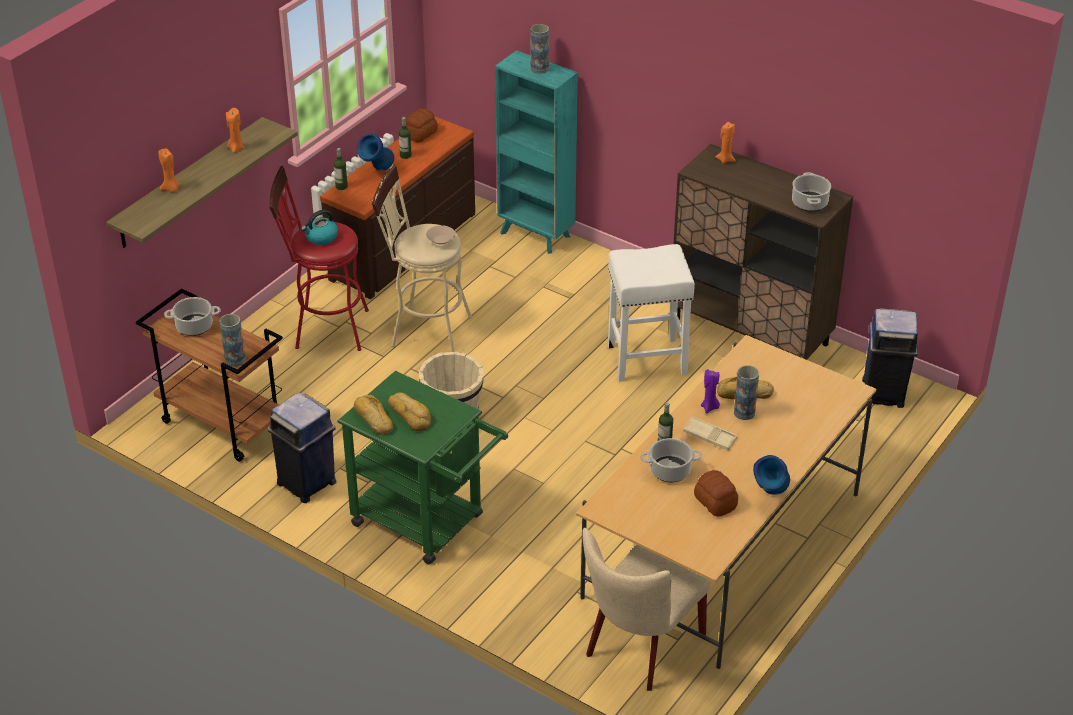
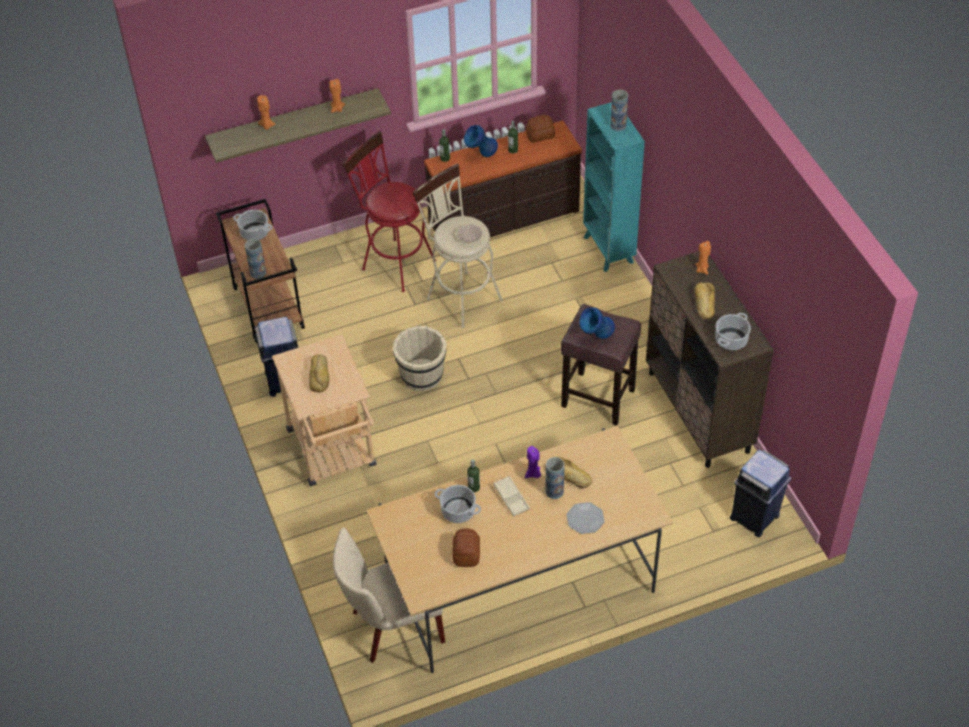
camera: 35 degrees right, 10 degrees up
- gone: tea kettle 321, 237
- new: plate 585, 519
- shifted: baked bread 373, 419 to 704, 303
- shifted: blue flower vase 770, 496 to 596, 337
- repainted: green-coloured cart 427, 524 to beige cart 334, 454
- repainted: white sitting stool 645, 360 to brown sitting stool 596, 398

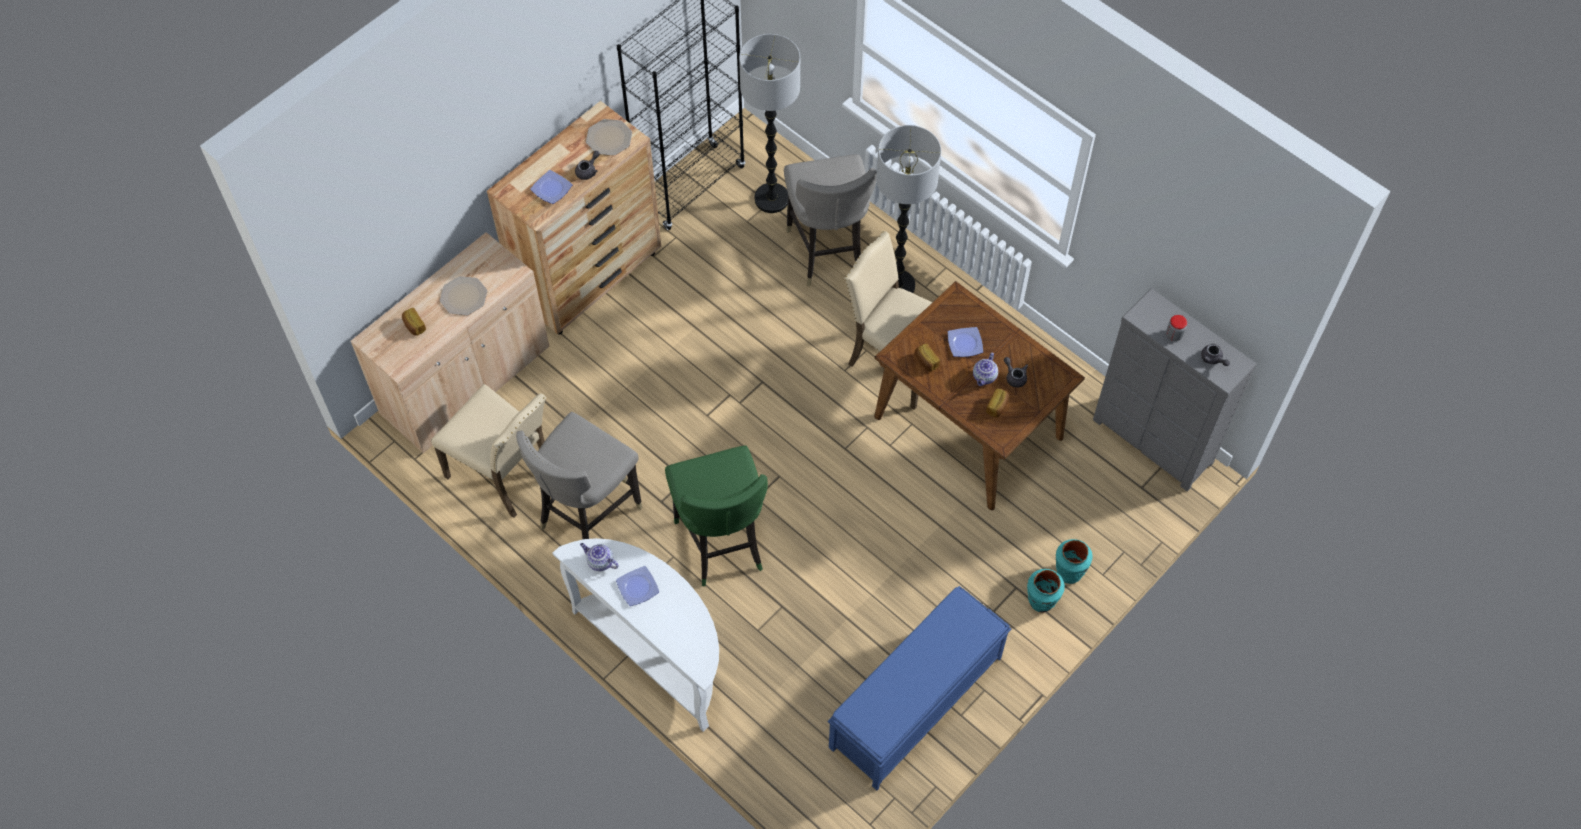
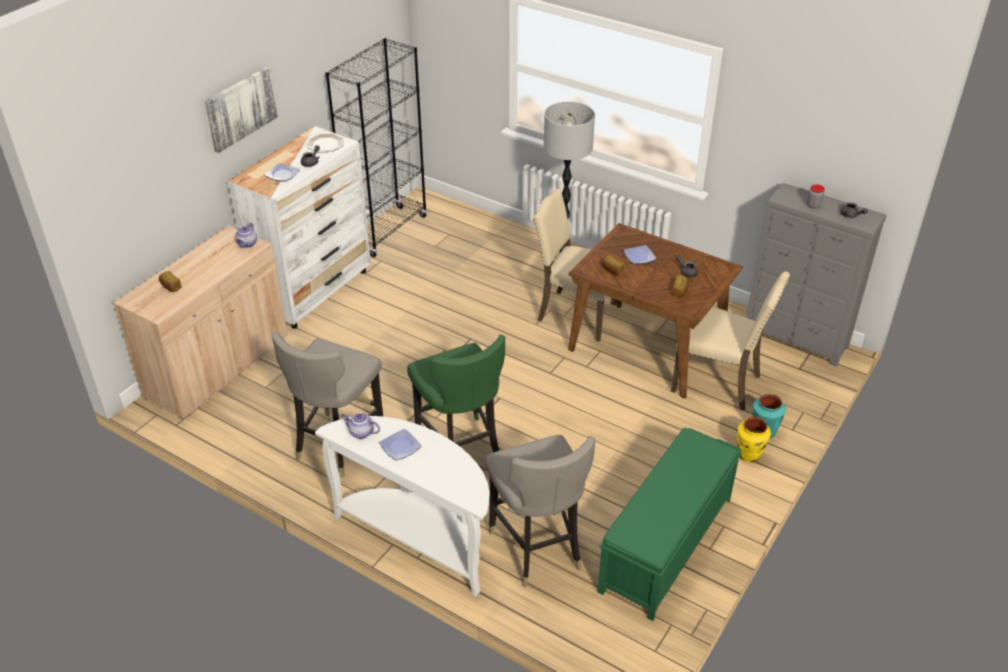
camera: 10 degrees left, 20 degrees down
- gone: plate 464, 296
- gone: standard lamp 772, 199
- new: wall art 240, 108
- shifted: beige chair 504, 473 to 718, 382
- shifted: greyish sitting stool 827, 253 to 537, 549
- shifted: teapot 984, 377 to 247, 244
- repainted: brown dresser 589, 277 to white dresser 315, 291
- repainted: blue indoor bench 915, 703 to green-coloured indoor bench 665, 545
- repainted: blue-green flower vase 1041, 601 to yellow-coloured flower vase 749, 455

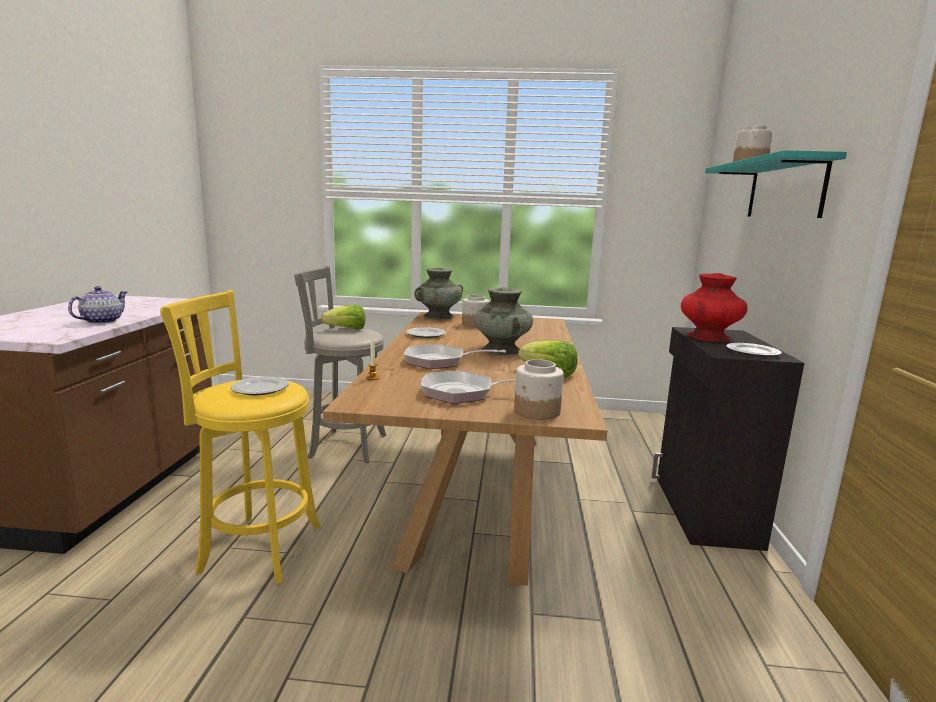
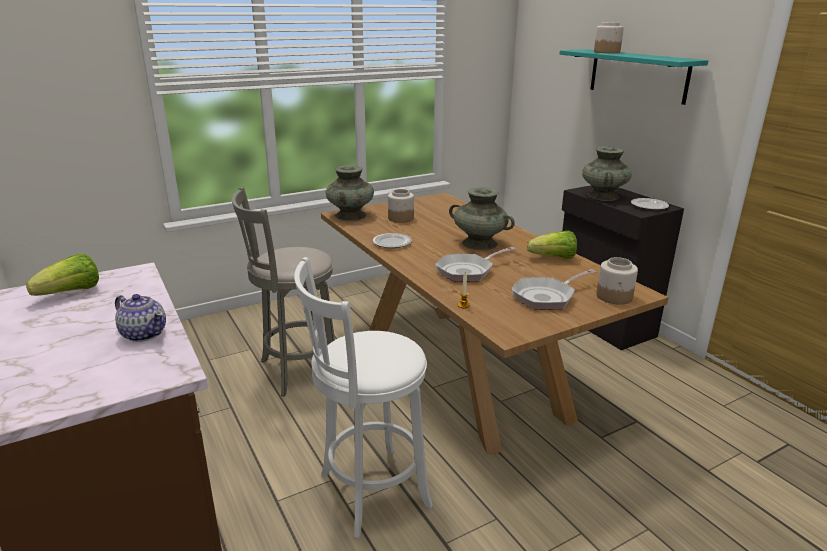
camera: 35 degrees left, 10 degrees up
- gone: plate 260, 389
- shifted: lettuce 346, 329 to 71, 293
- repainted: yellow-coloured sitting stool 255, 547 to white sitting stool 368, 492
- repainted: red-coloured flower vase 709, 337 to blue-green flower vase 603, 196
- rotated: teapot 101, 321 = 144, 333 135 degrees clockwise

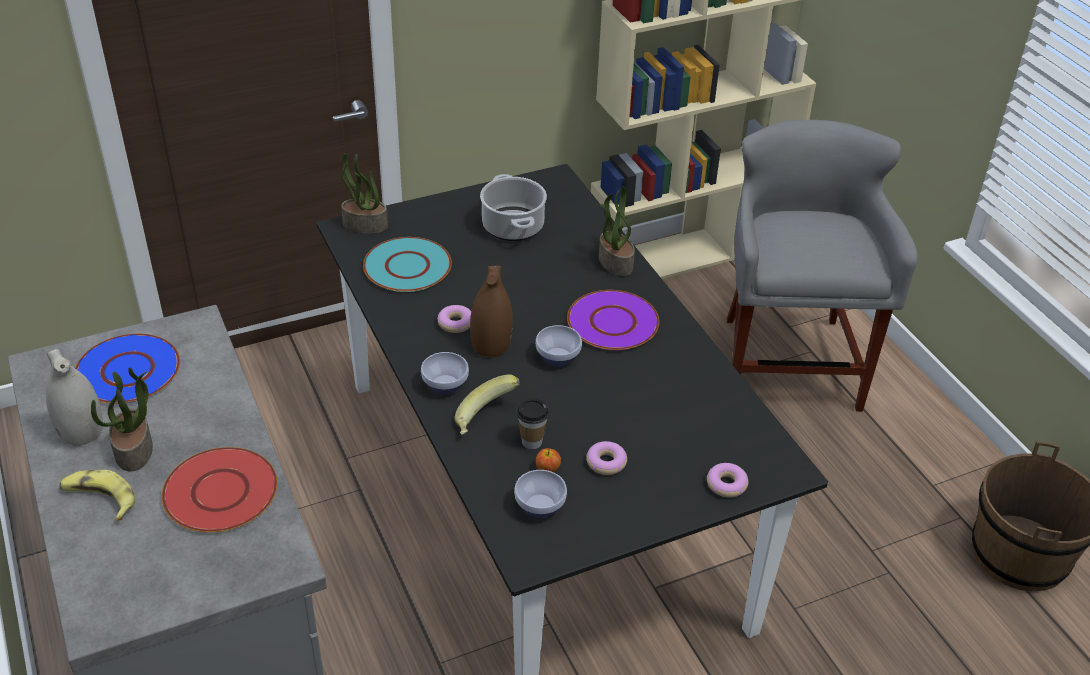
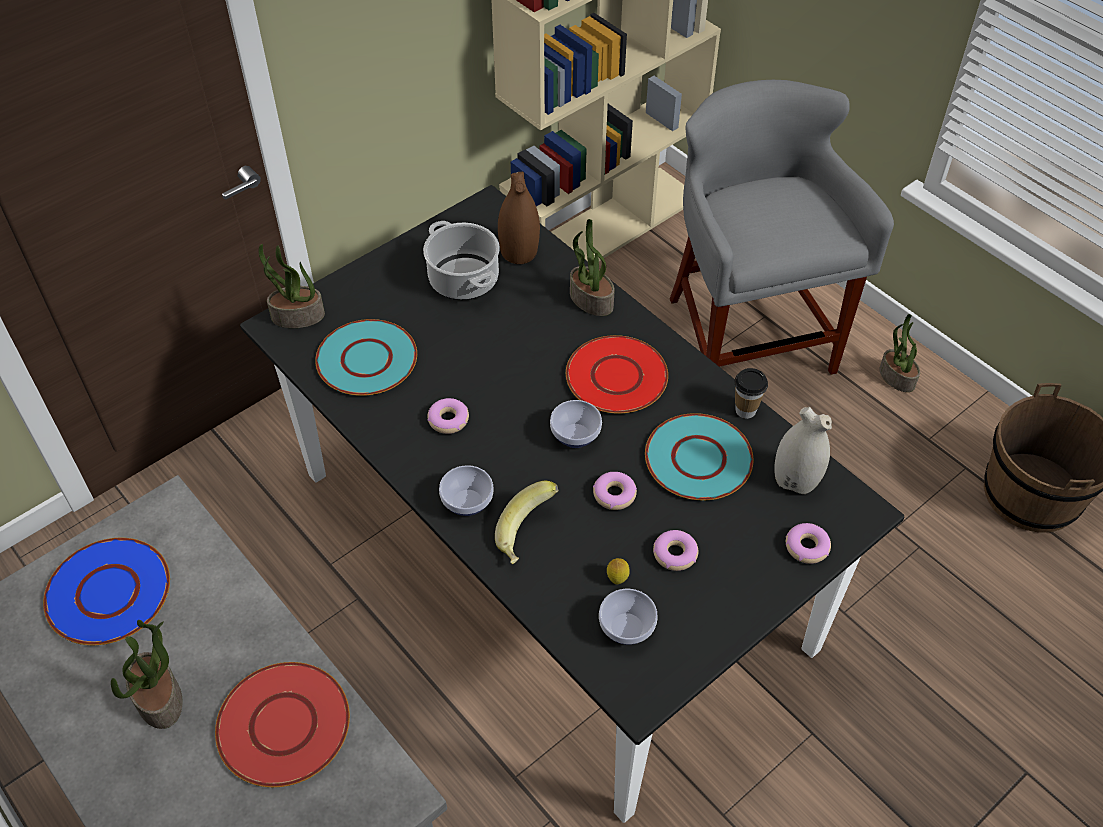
camera: 15 degrees left, 10 degrees up
- gone: whole banana 99, 499
- new: doughnut 614, 494
- new: blue-green plate 699, 459
- new: houseplant 896, 377
- shifted: white flower vase 81, 433 to 796, 479
- shifted: brown flower vase 491, 345 to 519, 251
- shifted: drinking cup 532, 442 to 745, 410
- swapped: apple fruit 547, 469 to lemon 617, 579
- repainted: purplish plate 613, 322 to red-coloured plate 617, 376

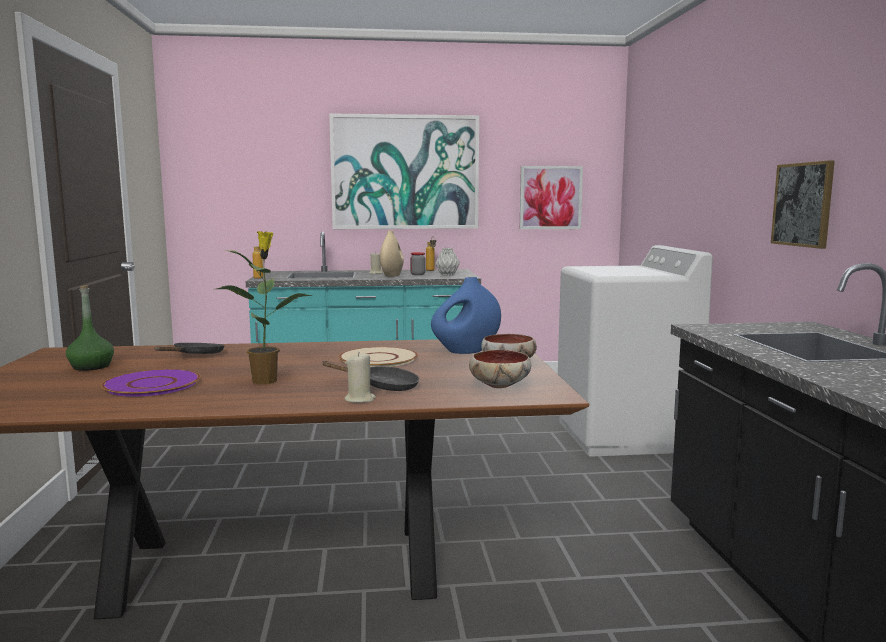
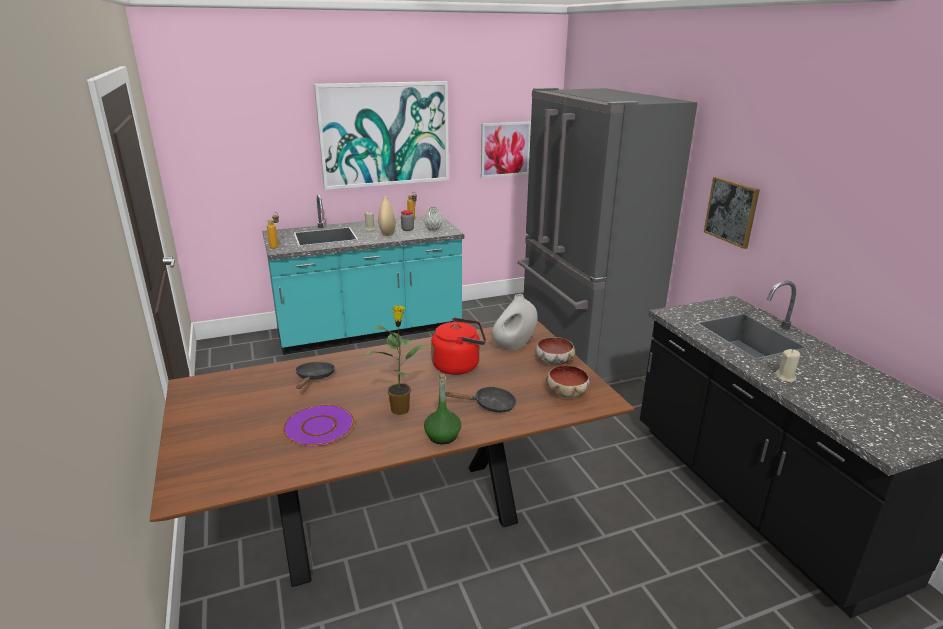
camera: 15 degrees left, 15 degrees up
- shifted: green-coloured drink bottle 91, 367 to 442, 436
- shifted: beige wax candle 360, 399 to 785, 377
- swapped: beige plate 378, 359 to red-coloured tea kettle 459, 365
- swapped: white laundry machine 624, 435 to greyish fridge 579, 350
- repainted: blue flower vase 466, 351 to white flower vase 514, 346

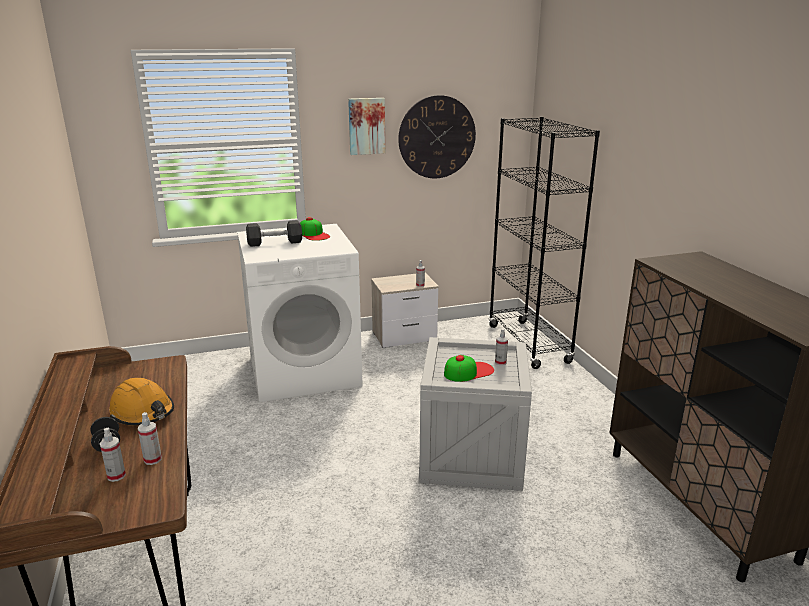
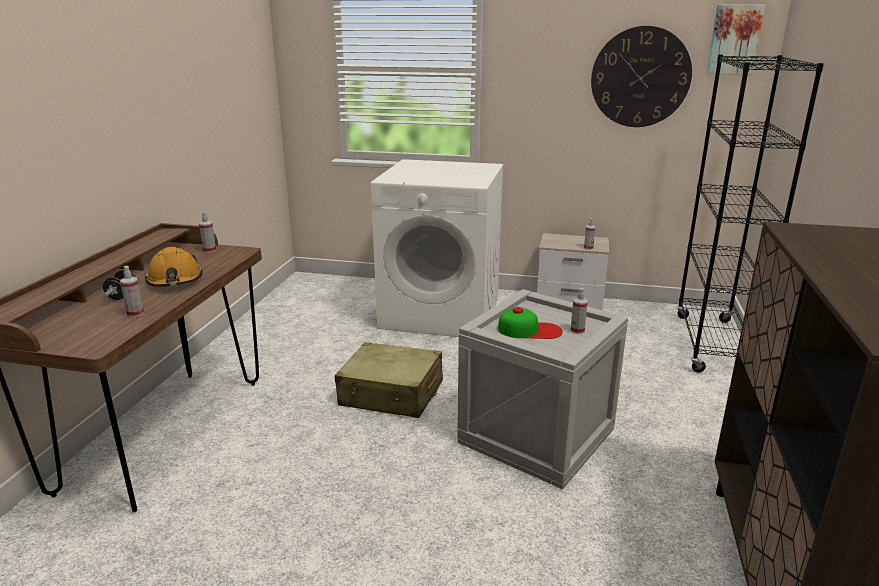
camera: 30 degrees right, 0 degrees up
- gone: greyish dumbbell 275, 243
- gone: cap 314, 234
- new: beige travel case 391, 394
- shifted: sprayer 116, 476 to 209, 250
- shifted: wall art 366, 126 to 734, 39

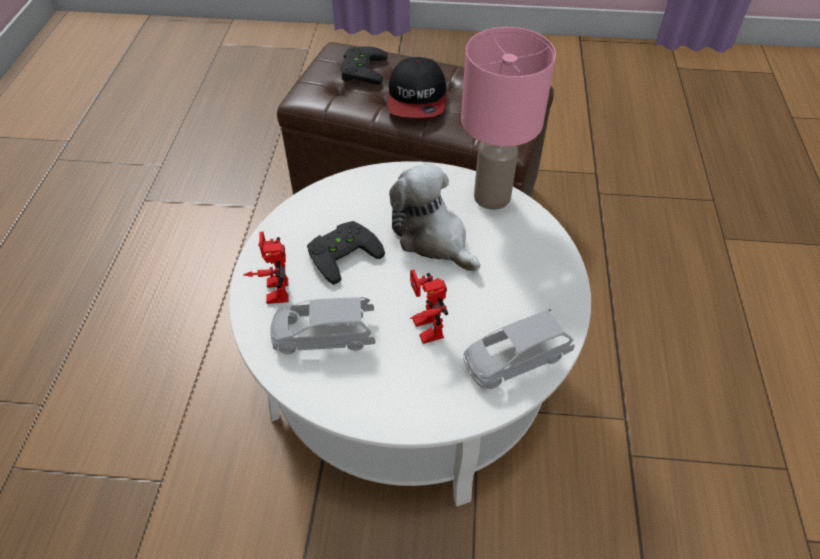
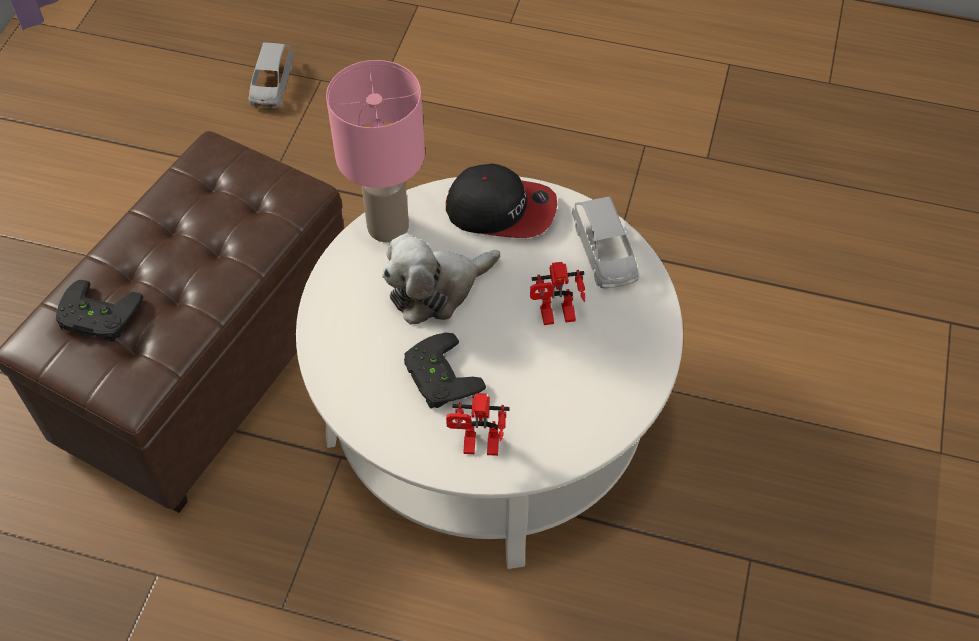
camera: 80 degrees left, 5 degrees up
- shifted: greyish miniature car 324, 335 to 272, 85
- shifted: cap 417, 99 to 501, 209

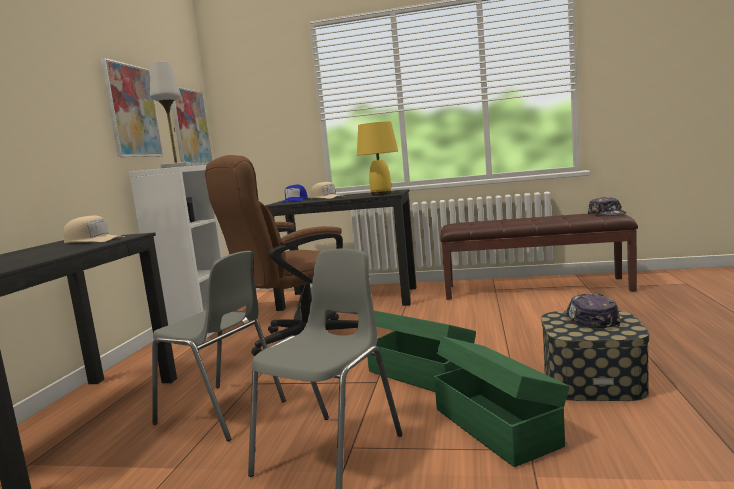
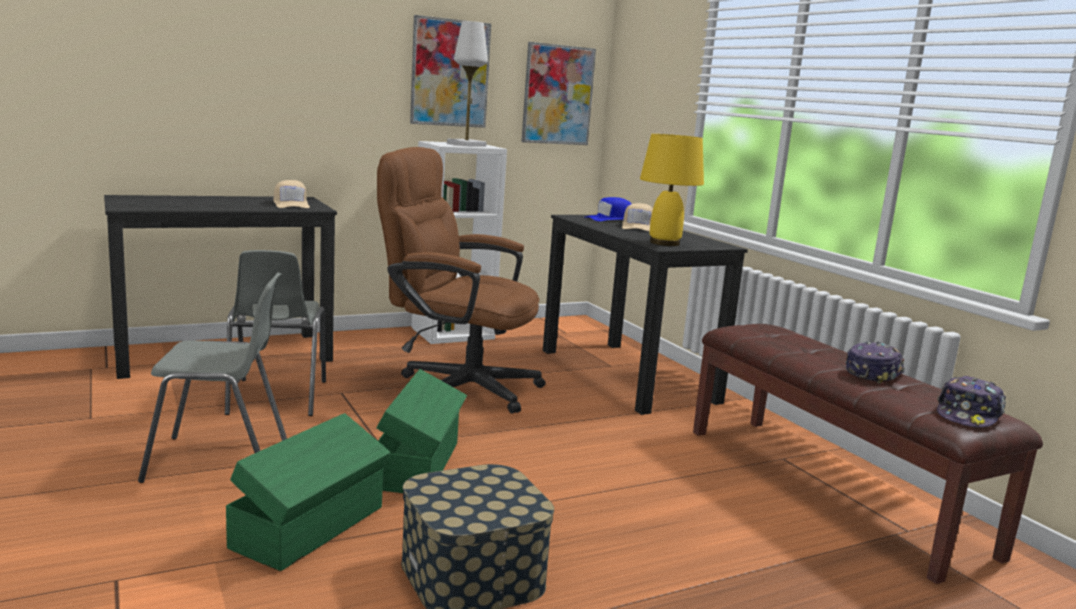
camera: 50 degrees right, 5 degrees up
- shifted: cap 589, 320 to 873, 373

